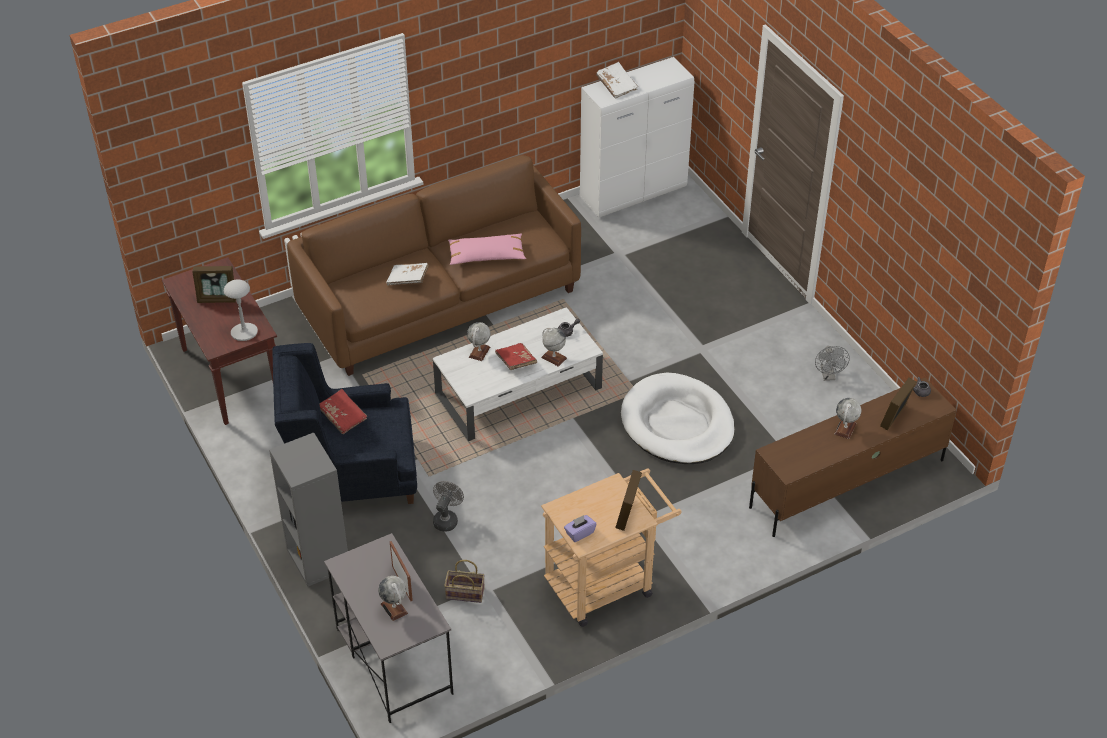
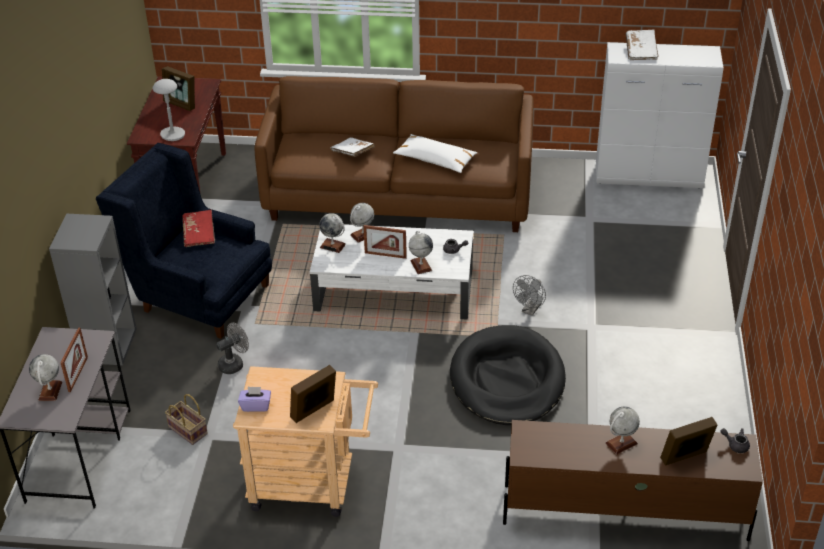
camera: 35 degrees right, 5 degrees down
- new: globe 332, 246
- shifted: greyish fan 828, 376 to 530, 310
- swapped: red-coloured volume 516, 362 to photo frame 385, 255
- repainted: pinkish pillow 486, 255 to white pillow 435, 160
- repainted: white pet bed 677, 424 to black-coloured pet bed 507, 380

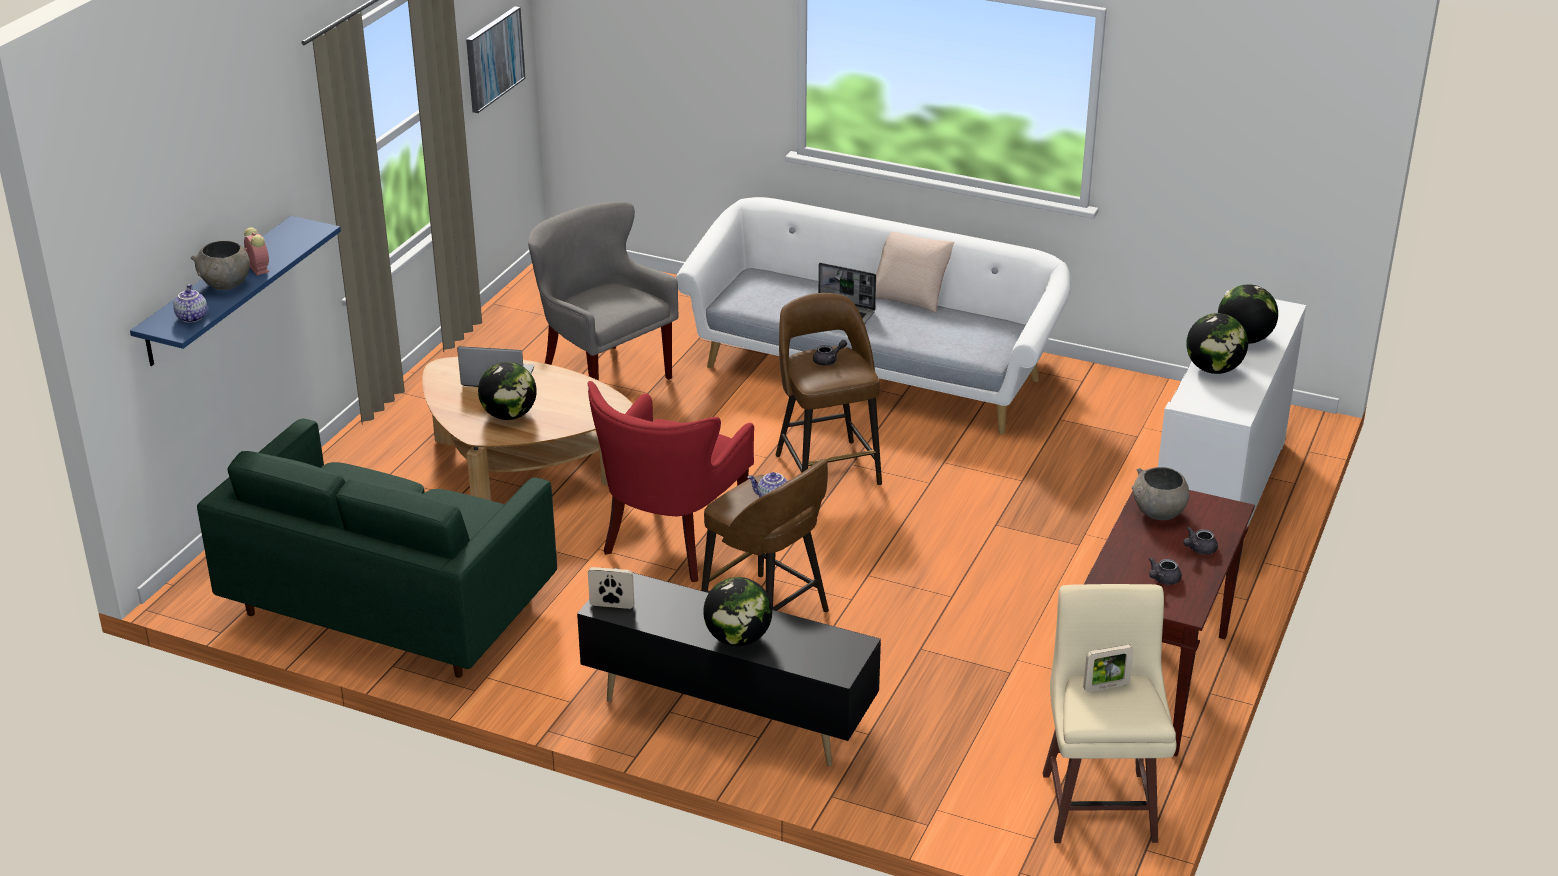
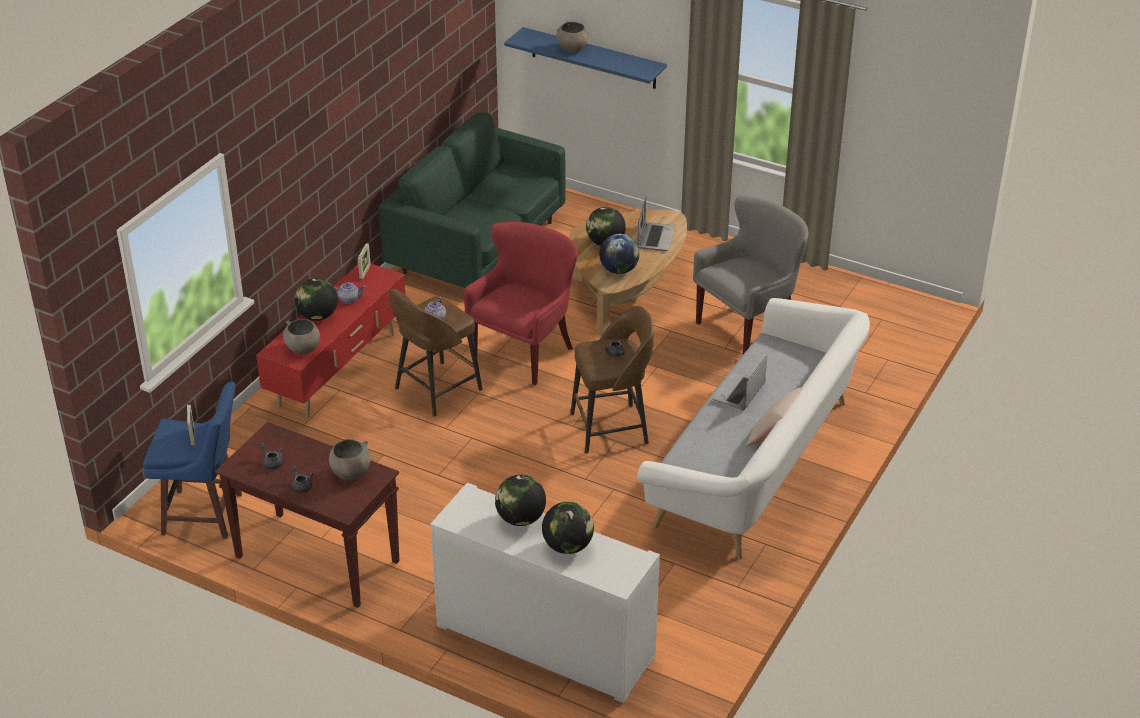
camera: 95 degrees right, 5 degrees up
- gone: bedside clock 257, 268
- gone: wall art 493, 58
- new: greyish serving bowl 303, 349
- new: globe 619, 270
- shifted: teapot 191, 317 to 349, 299
- repainted: black-coloured tv stand 728, 715 to red-coloured tv stand 338, 370
- repainted: beige sitting stool 1099, 804 to blue sitting stool 205, 515
- rotated: red-coloured lounge chair 671, 543 = 525, 353 90 degrees clockwise

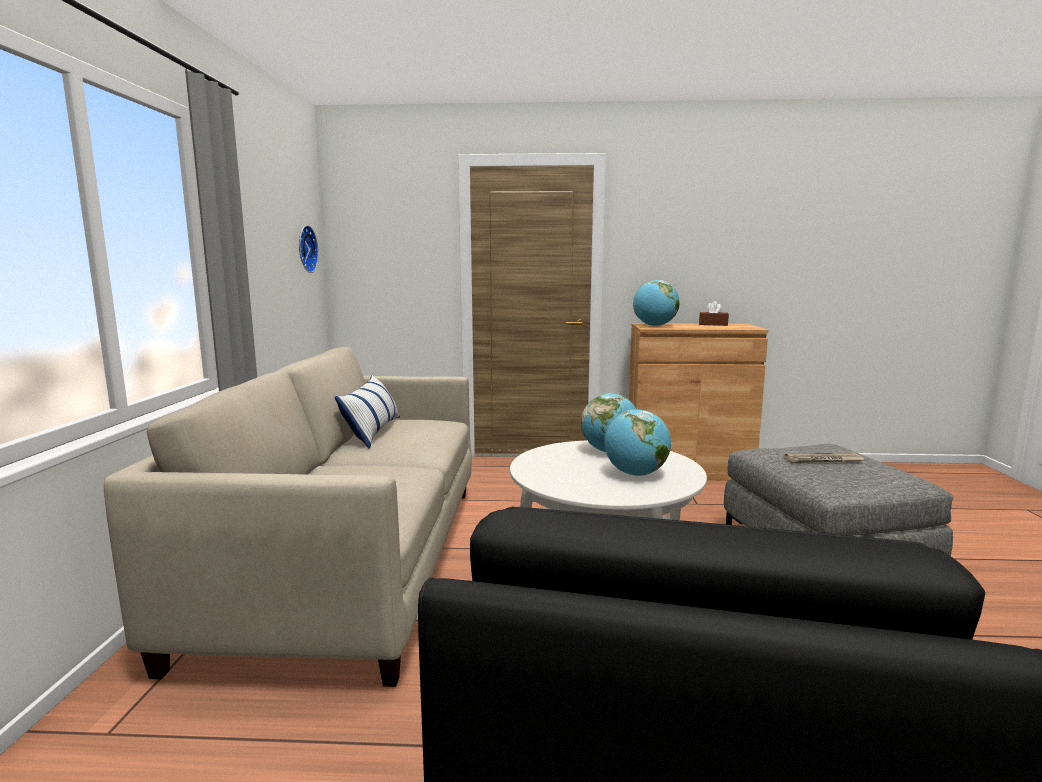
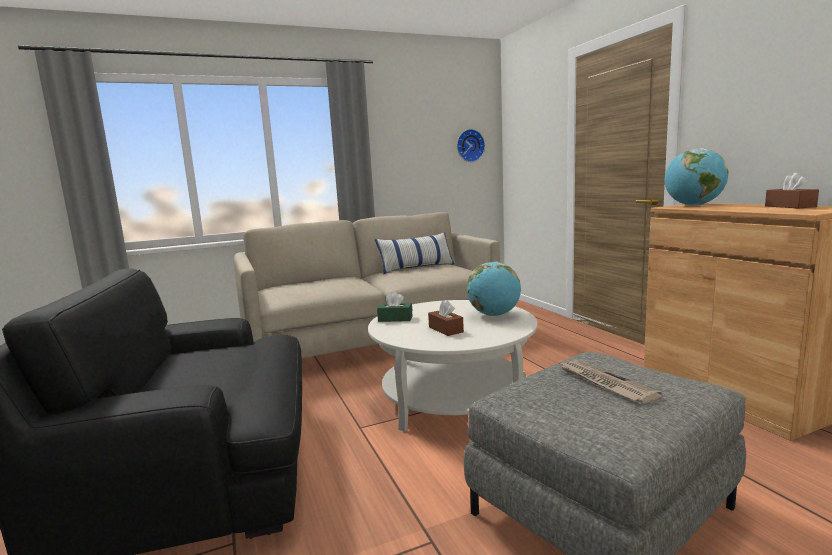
camera: 65 degrees right, 0 degrees up
- new: green-coloured box of tissues 395, 319
- swapped: globe 635, 474 to brown box of tissues 445, 329

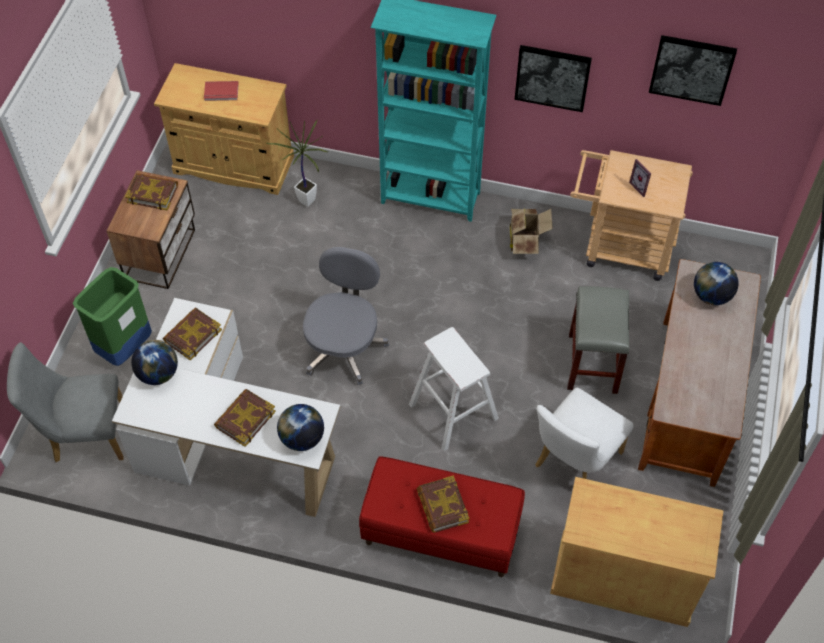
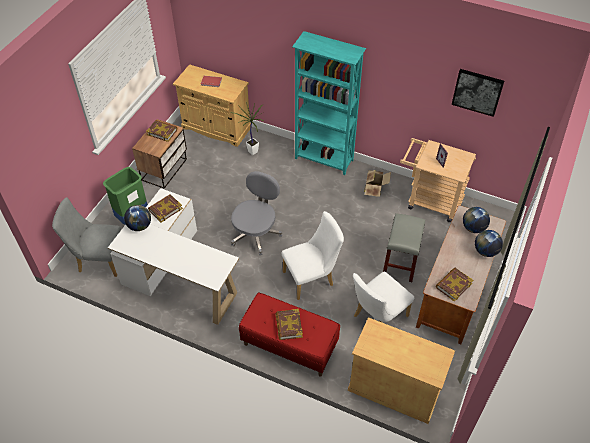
camera: 10 degrees right, 5 degrees down
- gone: wall art 552, 77
- shifted: volume 245, 419 to 453, 285
- shifted: globe 302, 438 to 485, 251
- swapped: white sitting stool 453, 411 to white chair 312, 278

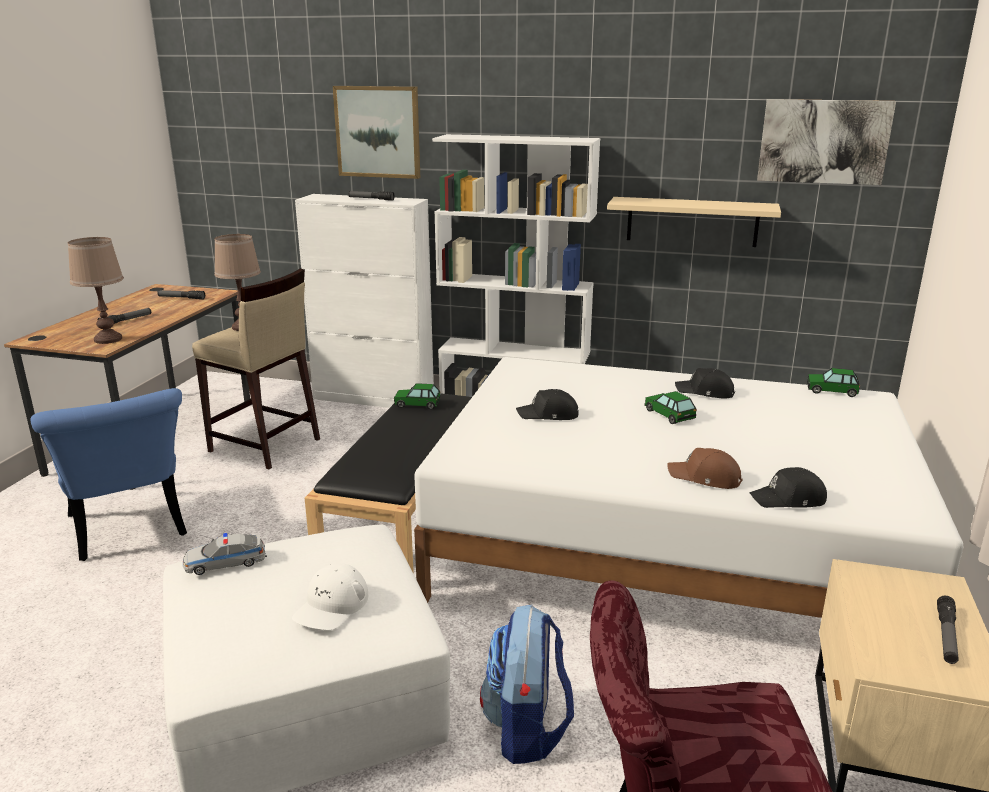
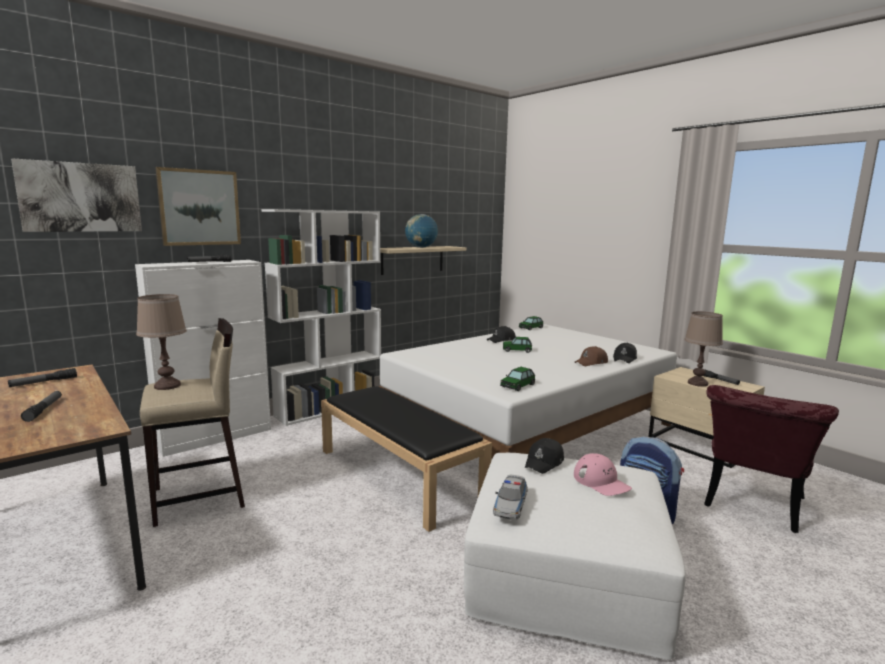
camera: 55 degrees left, 10 degrees down
- gone: blue chair 130, 531
- new: globe 421, 247
- shifted: brown tabletop lamp 108, 339 to 698, 383
- shifted: miniature car 417, 404 to 517, 386
- shifted: black-coloured cap 549, 415 to 544, 462
- shifted: wall art 823, 141 to 80, 197
- repainted: white cap 331, 605 to pinkish cap 601, 482

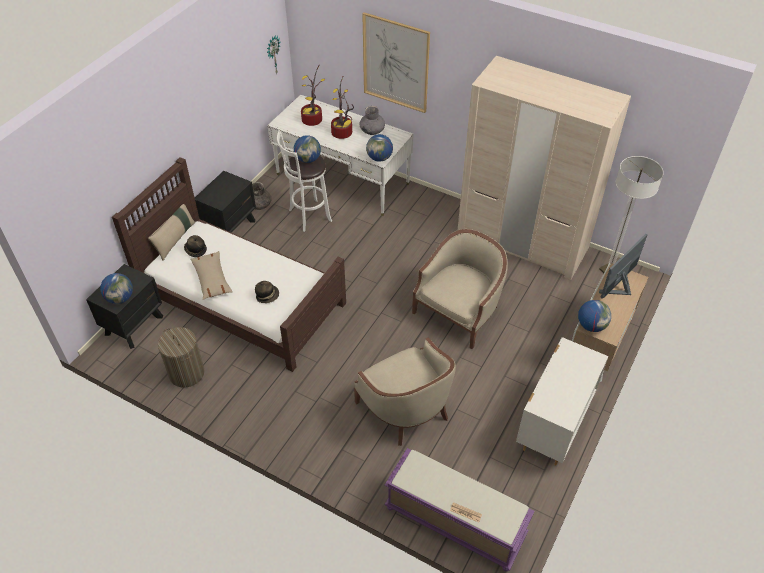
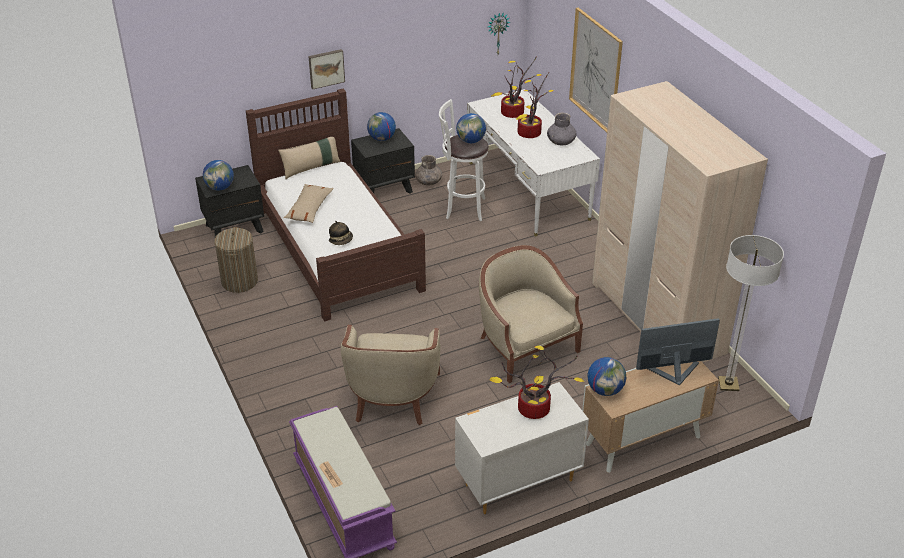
camera: 35 degrees right, 10 degrees down
- gone: hat 195, 250
- new: wall art 326, 68
- new: houseplant 532, 410
- shifted: globe 379, 158 to 382, 139
- rotated: beige lounge chair 459, 312 = 525, 347 105 degrees counterclockwise

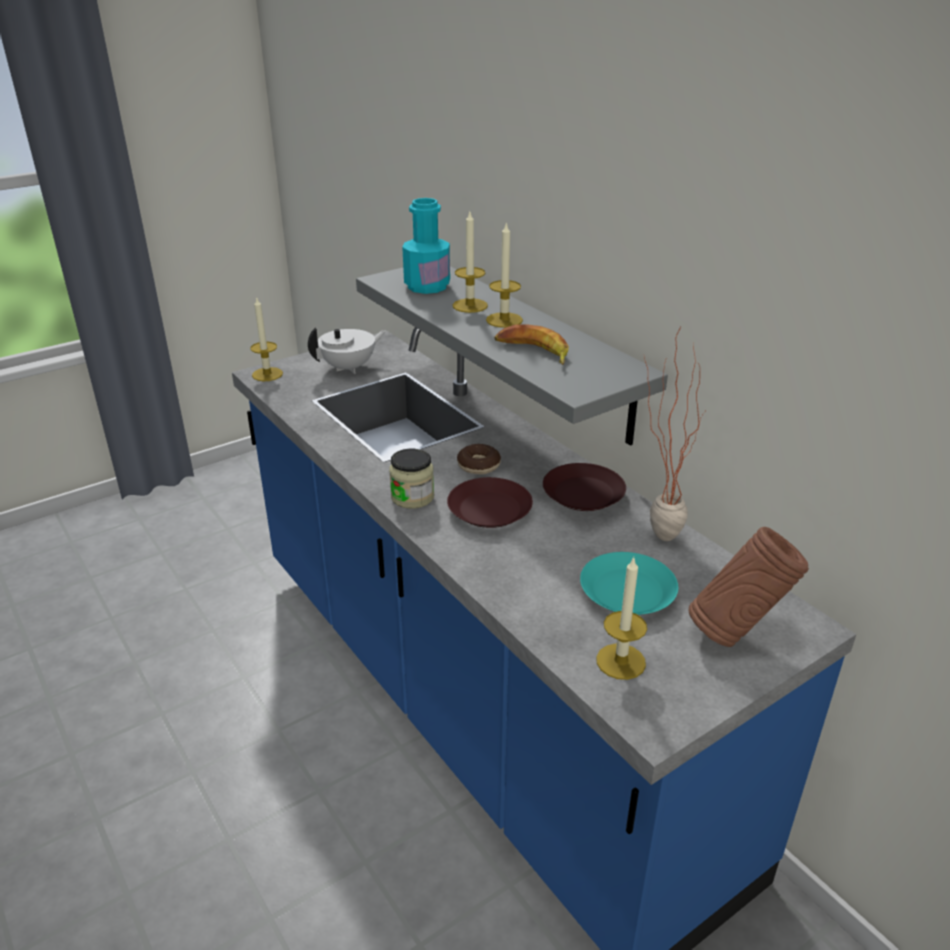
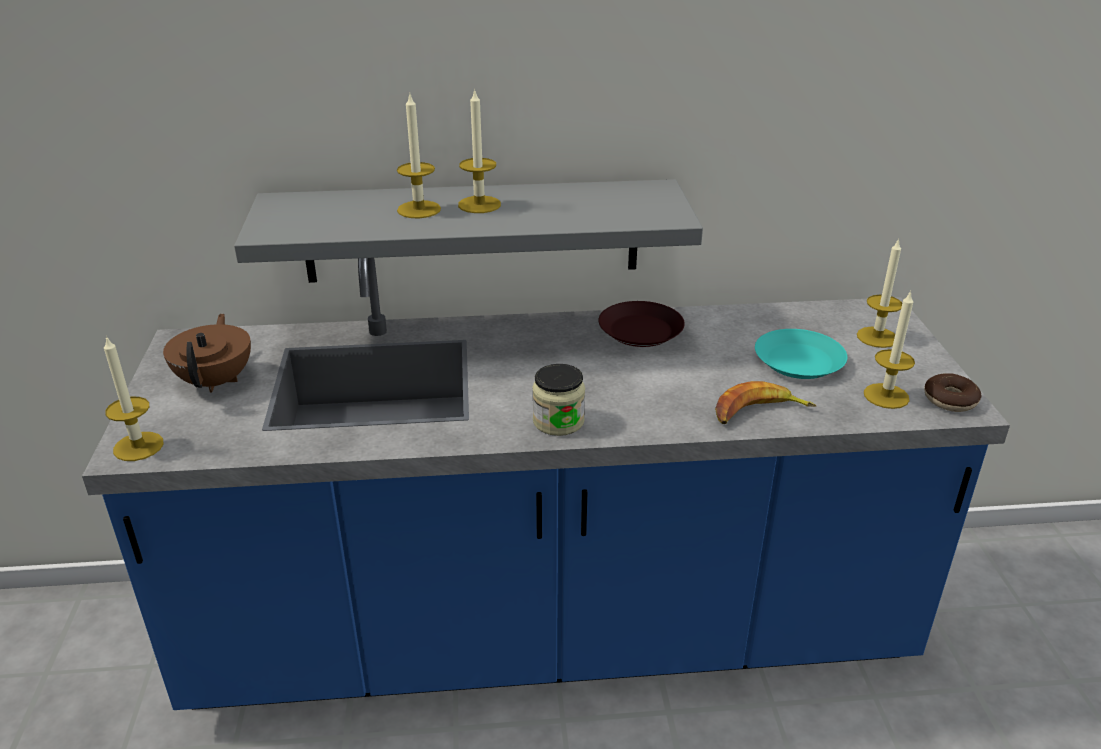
camera: 60 degrees left, 0 degrees up
- gone: blue-green drink bottle 427, 286
- gone: brown plate 489, 509
- gone: houseplant 654, 532
- shifted: doughnut 478, 465 to 950, 400
- shifted: whole banana 533, 352 to 758, 413
- swapped: brown flower vase 736, 633 to wax candle 877, 337
- repainted: white teapot 349, 368 to brown teapot 216, 381

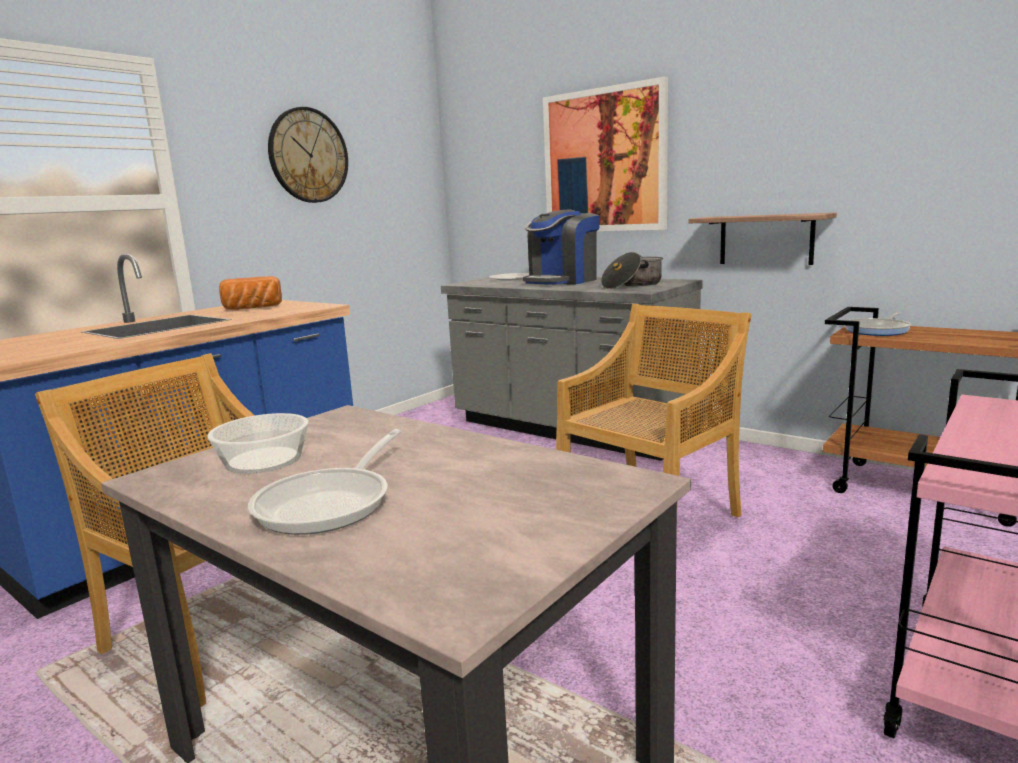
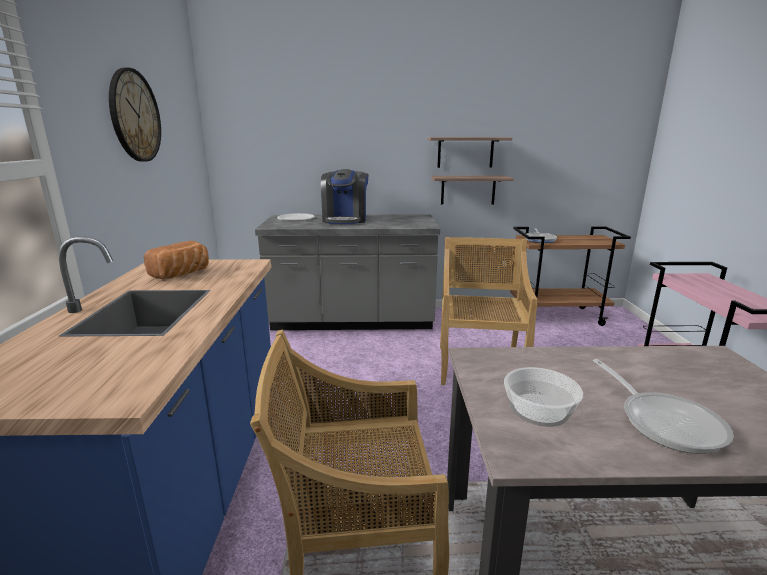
camera: 40 degrees left, 5 degrees up
- gone: wall art 604, 161
- gone: stockpot 632, 285
- new: shelf 465, 152

